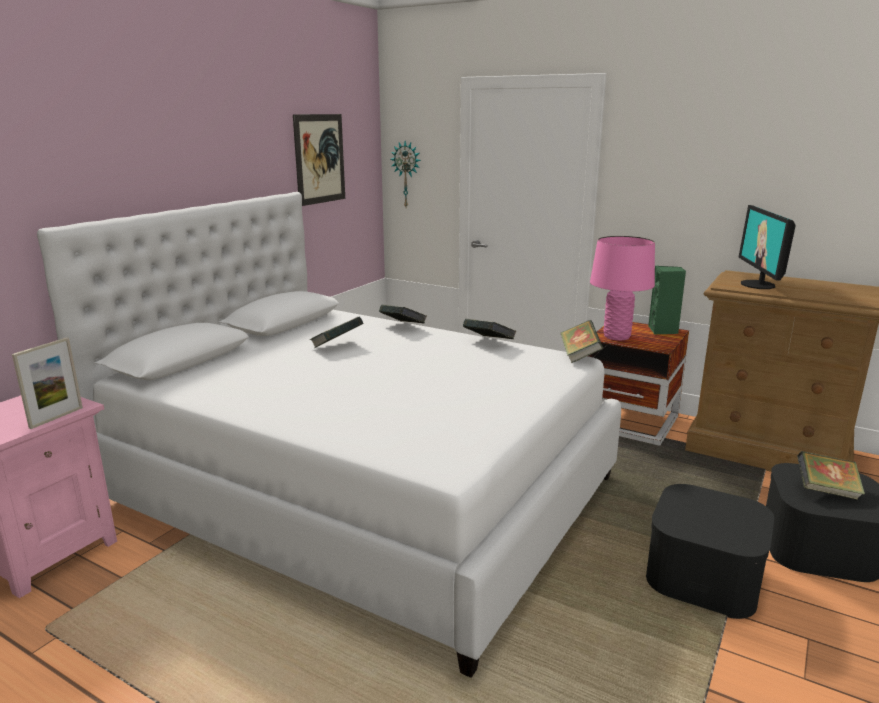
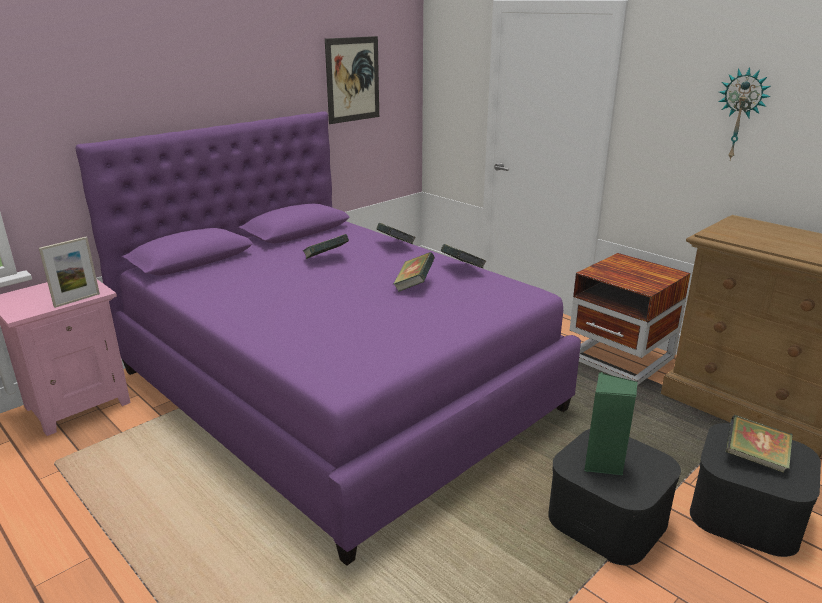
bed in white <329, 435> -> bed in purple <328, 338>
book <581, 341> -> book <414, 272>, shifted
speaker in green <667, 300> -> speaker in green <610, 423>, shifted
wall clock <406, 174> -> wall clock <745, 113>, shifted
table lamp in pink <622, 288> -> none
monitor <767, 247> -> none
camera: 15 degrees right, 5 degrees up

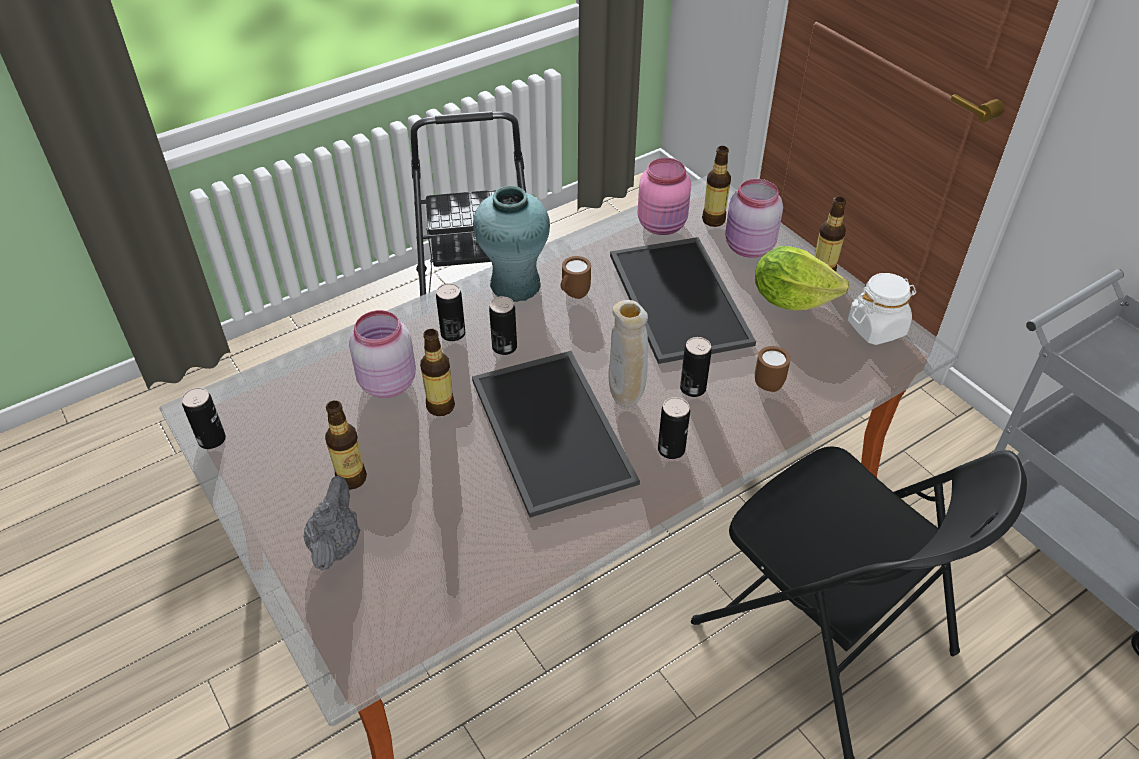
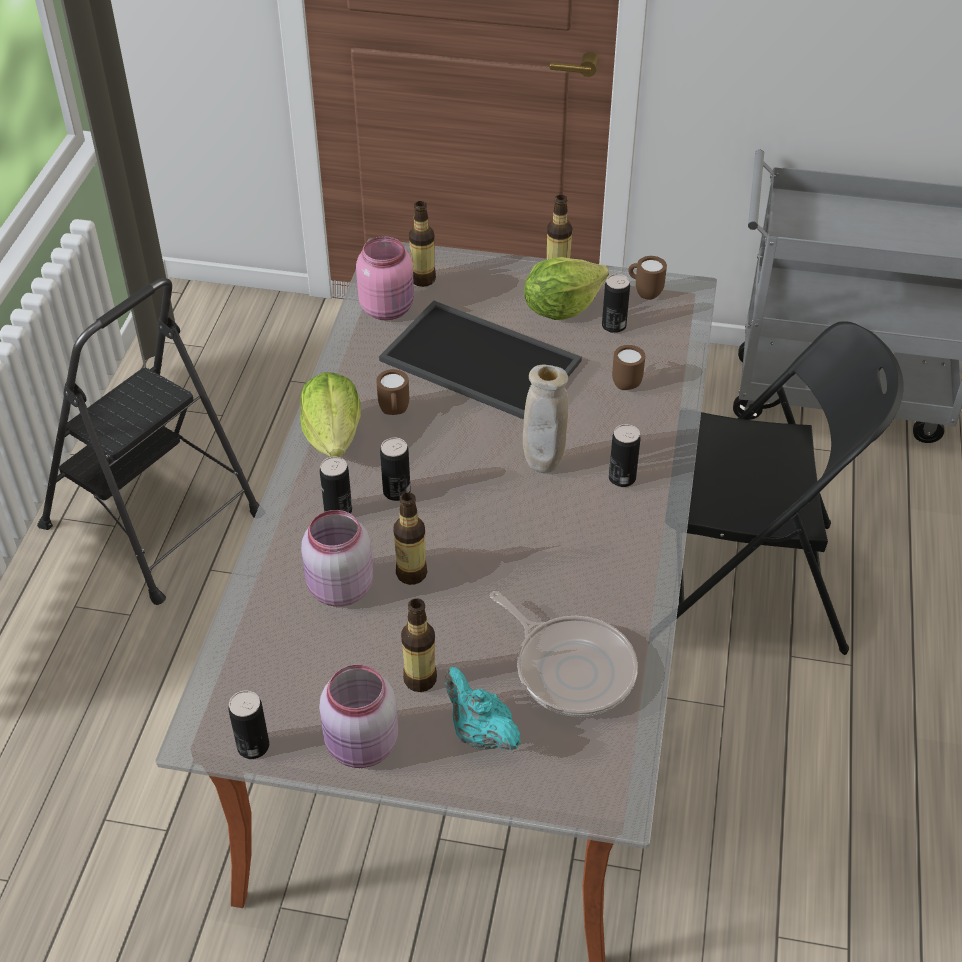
vase in turquoise <511, 244> -> lettuce <330, 415>
jar in pink <754, 218> -> jar in pink <358, 716>, shifted
teapot in grey <331, 523> -> teapot in turquoise <483, 708>
none -> frying pan <564, 654>
can <696, 367> -> can <616, 303>, shifted
jar in white <882, 309> -> mug in brown <647, 278>
tray <556, 434> -> none
camera: 45 degrees left, 0 degrees up

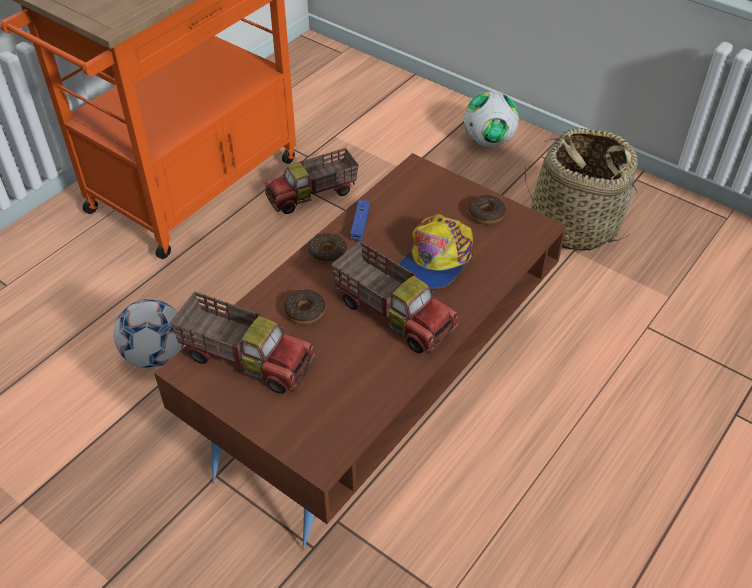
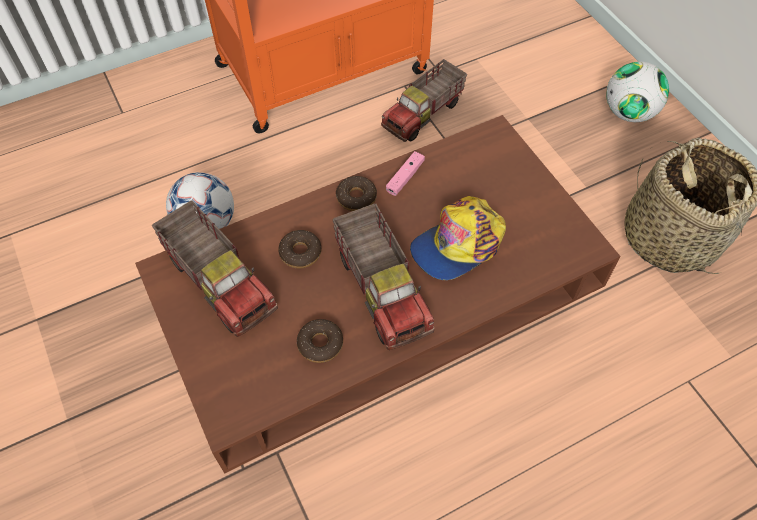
donut <487, 209> -> donut <320, 341>, shifted
toy truck <312, 181> -> toy truck <424, 100>, 45 degrees counterclockwise
game controller in blue <360, 220> -> game controller in pink <405, 173>
camera: 25 degrees right, 10 degrees up

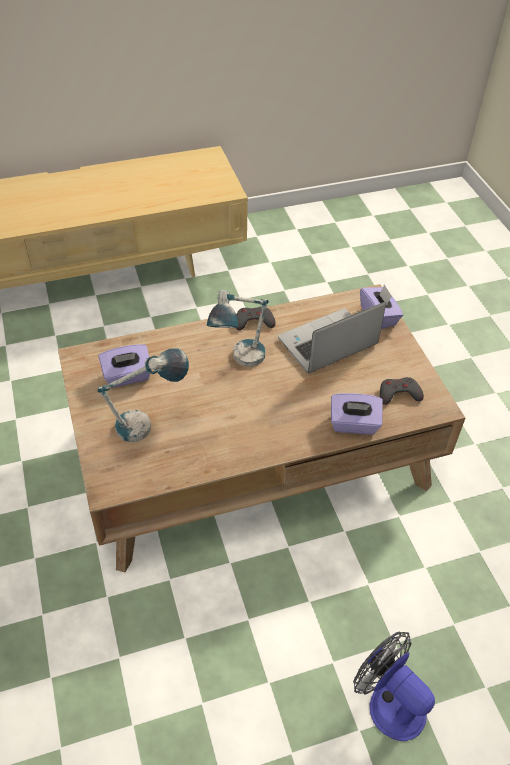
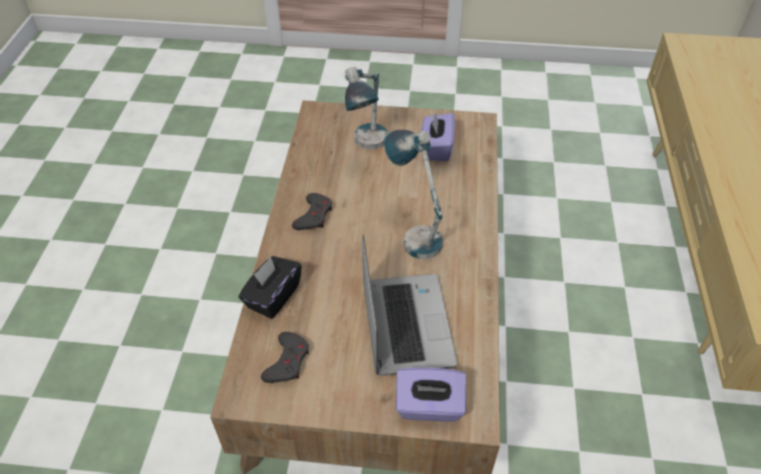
tissue box in purple <357, 414> -> tissue box in black <270, 287>
game controller in grey <256, 318> -> game controller in grey <312, 211>, shifted
fan <394, 686> -> none
camera: 115 degrees right, 0 degrees up

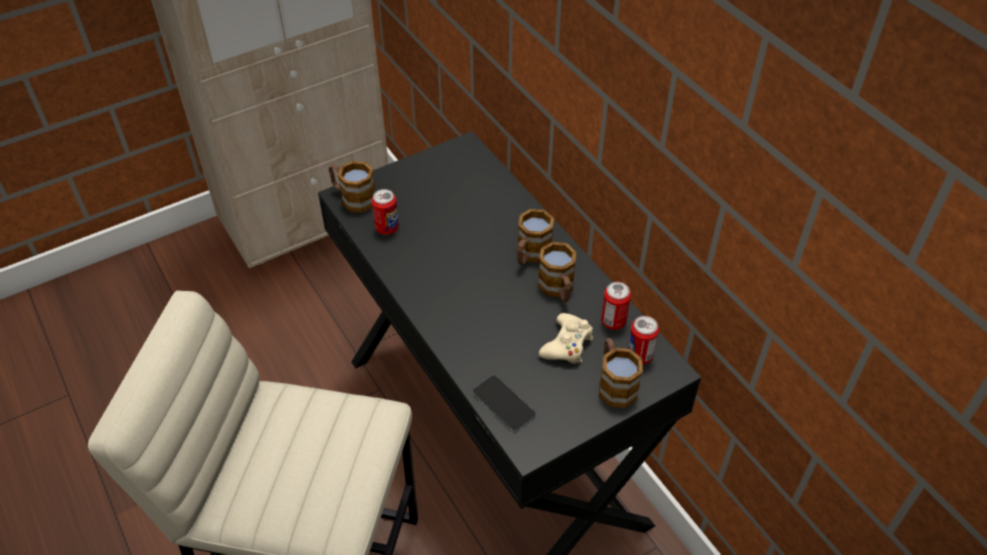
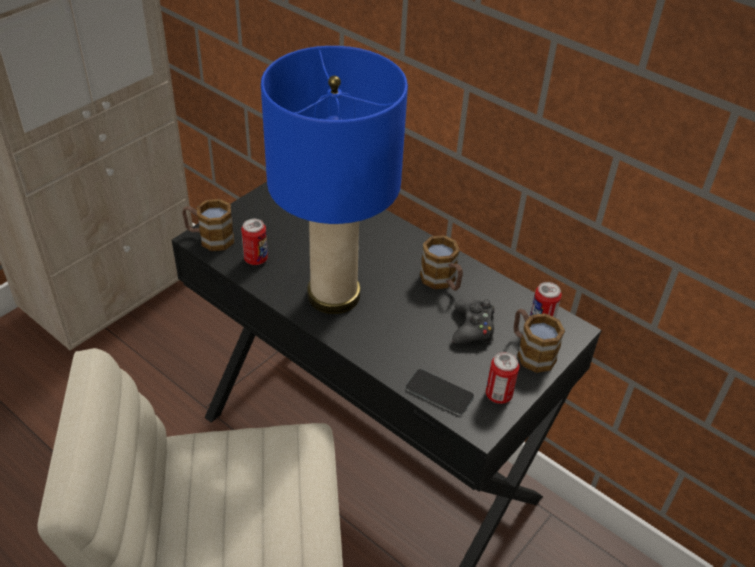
none -> table lamp in blue <334, 180>
game controller in beige <566, 338> -> game controller in black <473, 321>
can <616, 306> -> can <502, 378>, shifted
mug <535, 237> -> none
camera: 20 degrees left, 5 degrees down

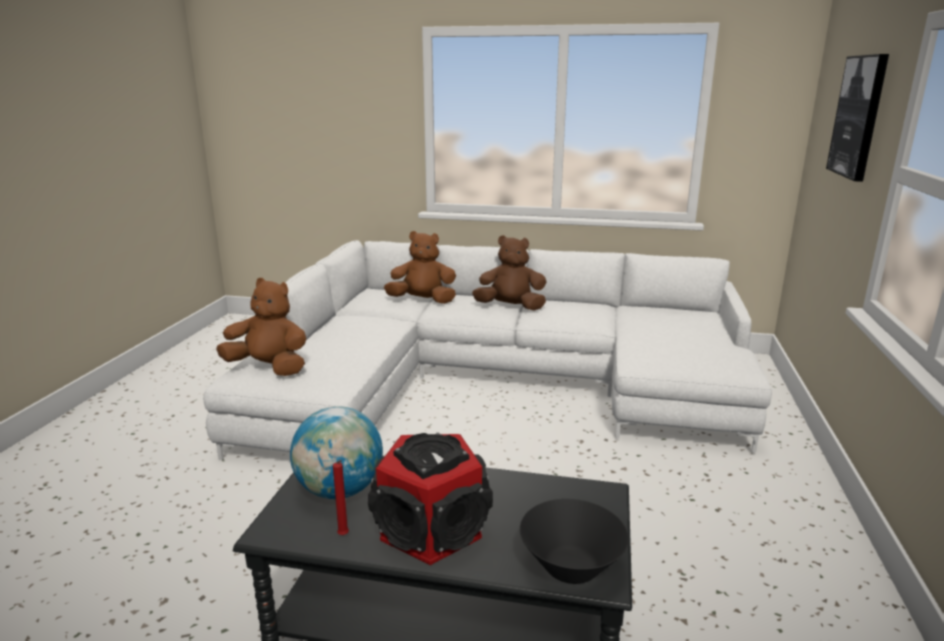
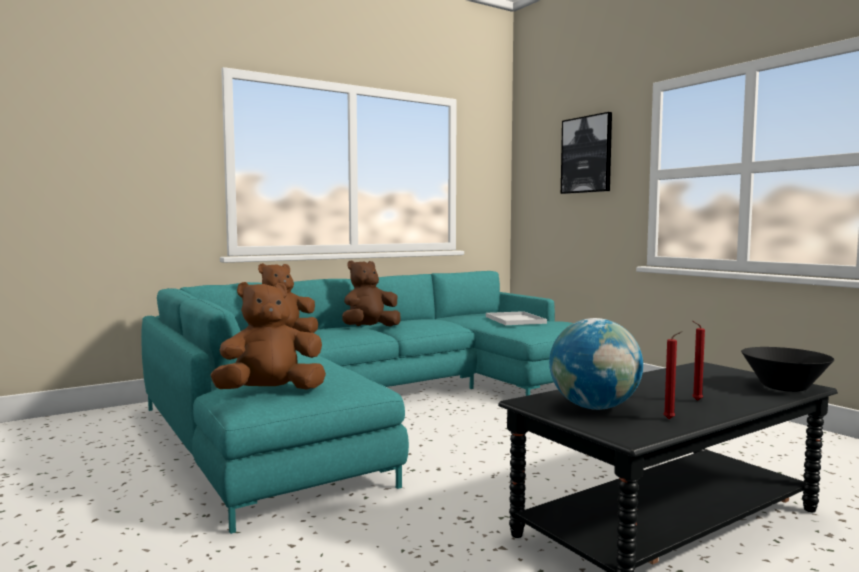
sofa in white <487, 350> -> sofa in turquoise <357, 402>
none -> tray in white <516, 318>
speaker <430, 499> -> candle in red <698, 361>
camera: 45 degrees left, 15 degrees down

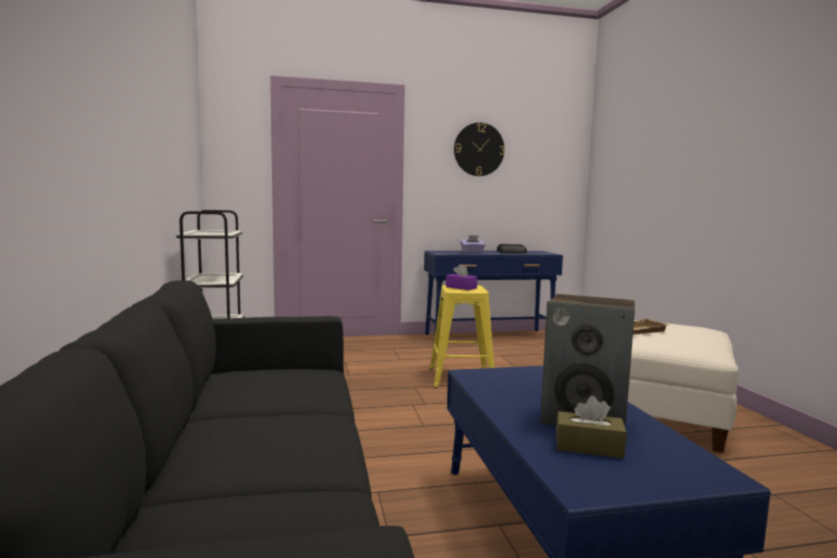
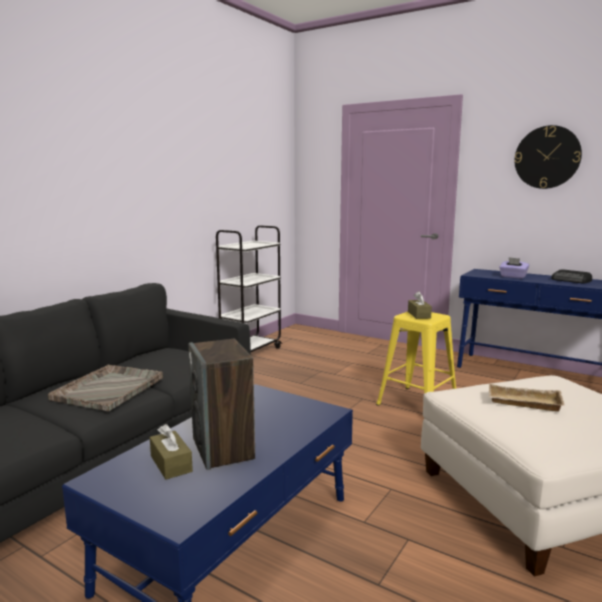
none -> tray in grey <105, 388>
tissue box in purple <461, 277> -> tissue box in brown <420, 305>
camera: 45 degrees right, 5 degrees up

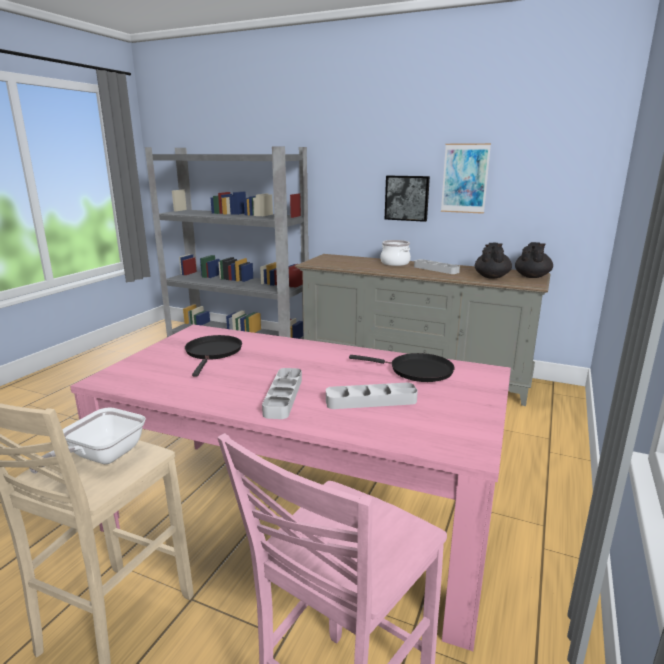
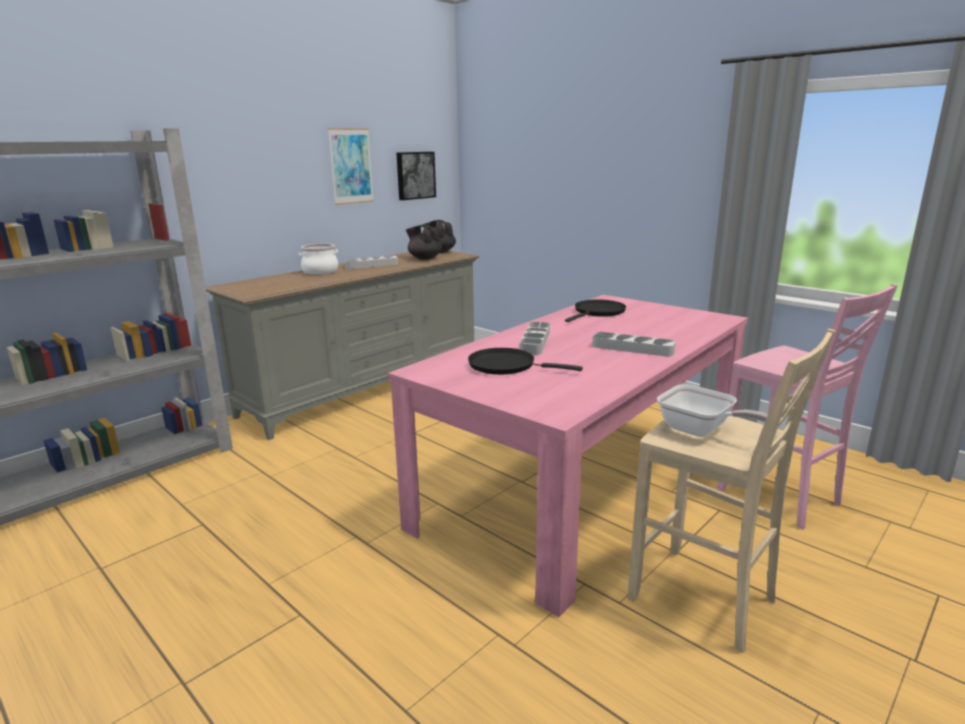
picture <407, 199> -> picture <416, 176>, shifted
tray in grey <372, 396> -> tray in grey <535, 338>, shifted
camera: 70 degrees left, 0 degrees up

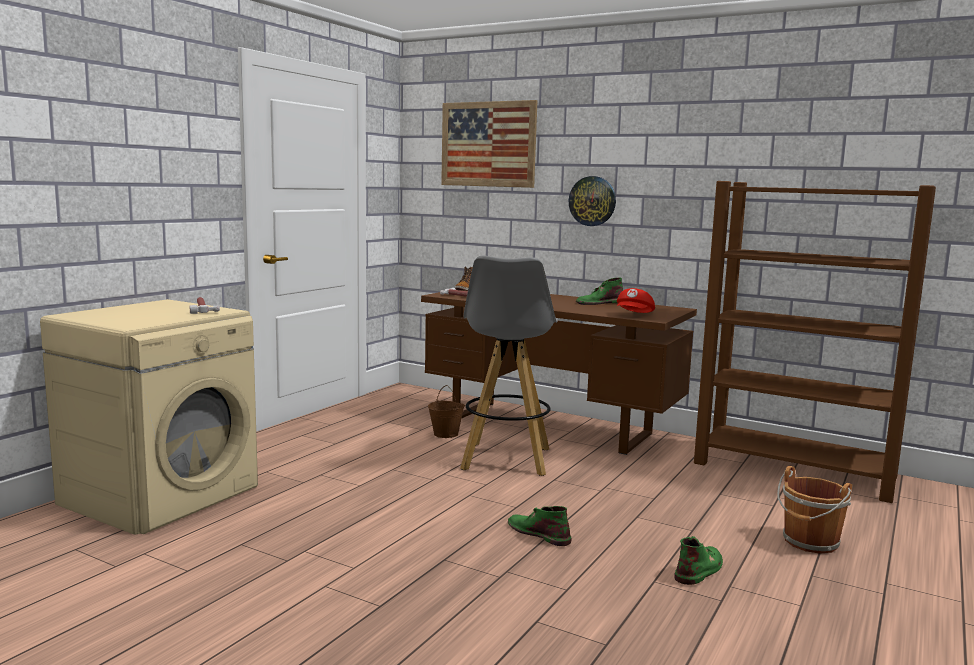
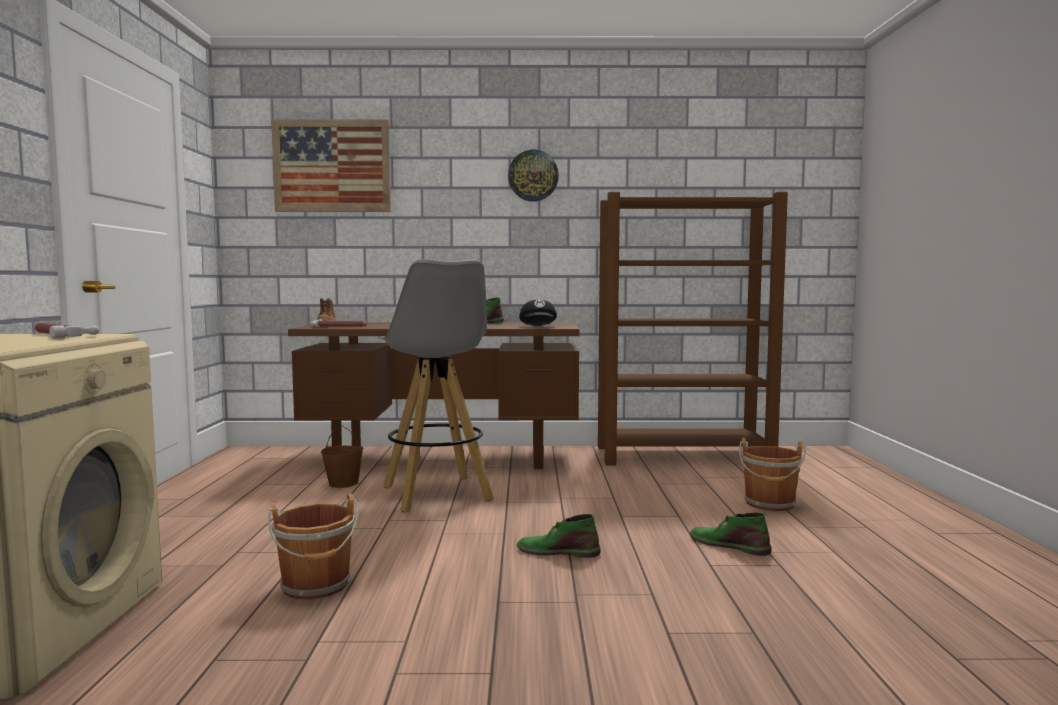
none -> bucket in brown <313, 547>
wall clock <592, 201> -> wall clock <533, 175>, shifted
cap in red <636, 300> -> cap in black <538, 312>
boot in green <698, 560> -> boot in green <730, 534>, 60 degrees counterclockwise
camera: 30 degrees left, 5 degrees down

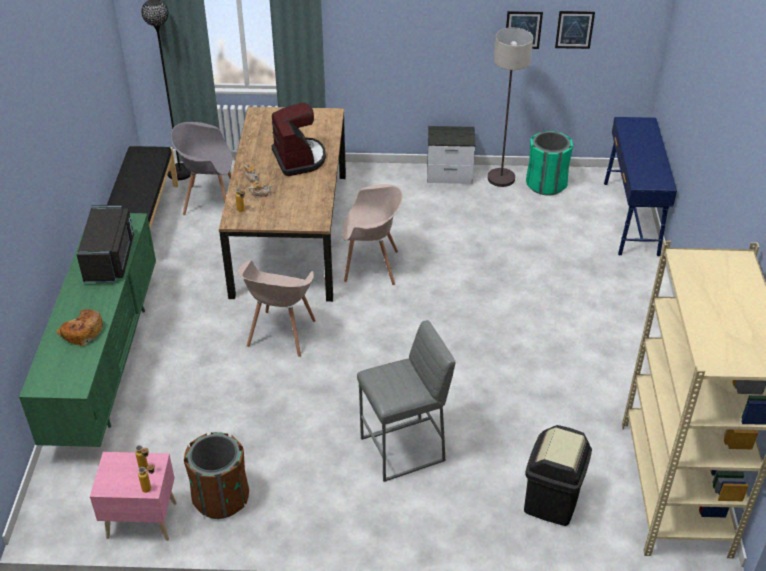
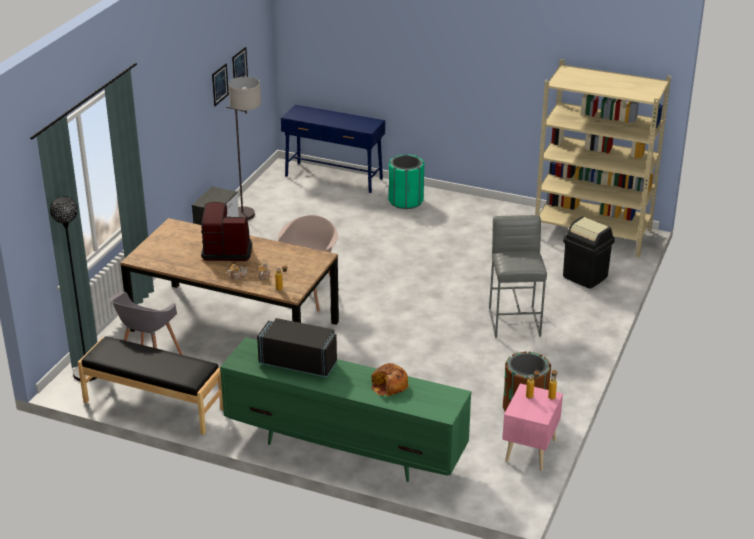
trash can in green <549, 163> -> trash can in green <406, 182>, shifted
chair in beige <277, 308> -> none
camera: 70 degrees left, 10 degrees down

